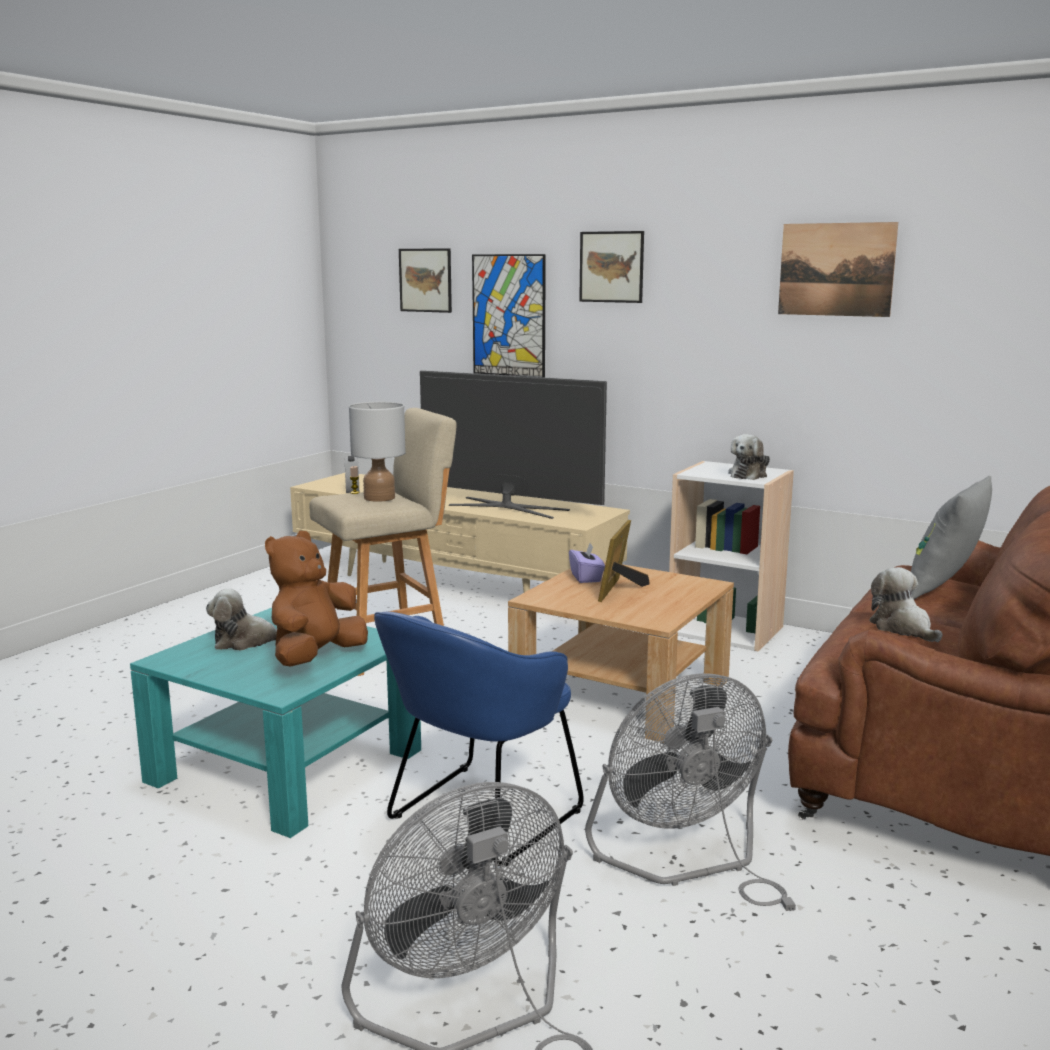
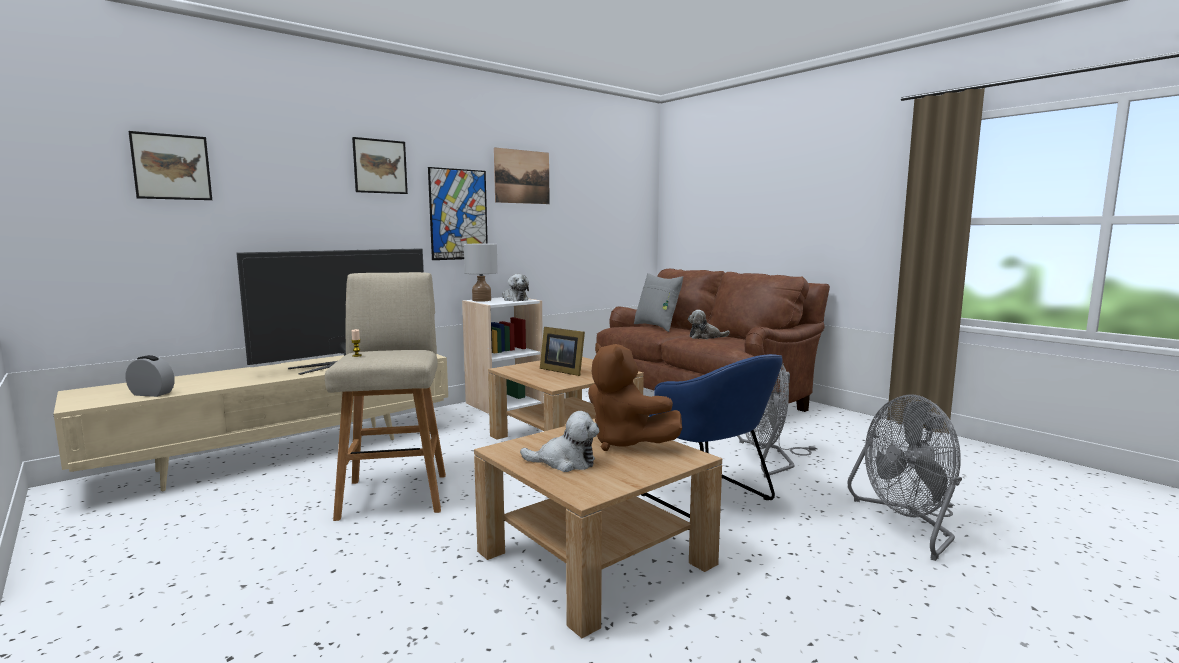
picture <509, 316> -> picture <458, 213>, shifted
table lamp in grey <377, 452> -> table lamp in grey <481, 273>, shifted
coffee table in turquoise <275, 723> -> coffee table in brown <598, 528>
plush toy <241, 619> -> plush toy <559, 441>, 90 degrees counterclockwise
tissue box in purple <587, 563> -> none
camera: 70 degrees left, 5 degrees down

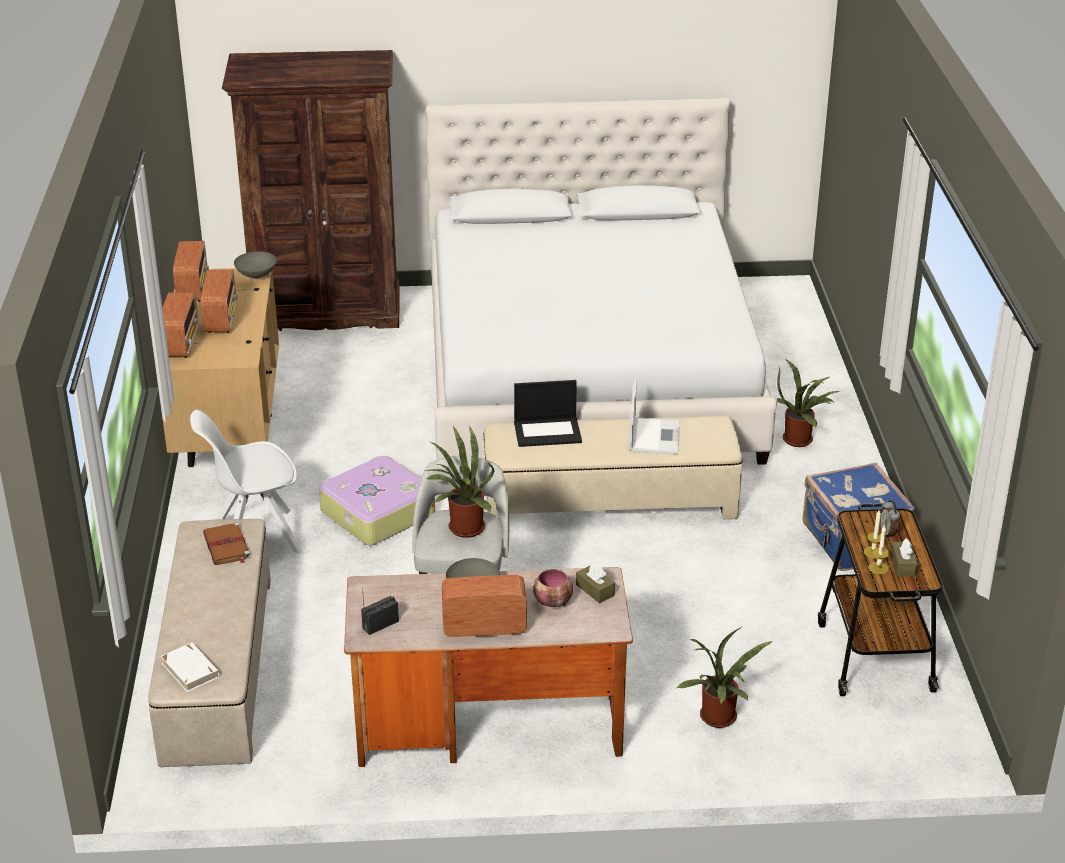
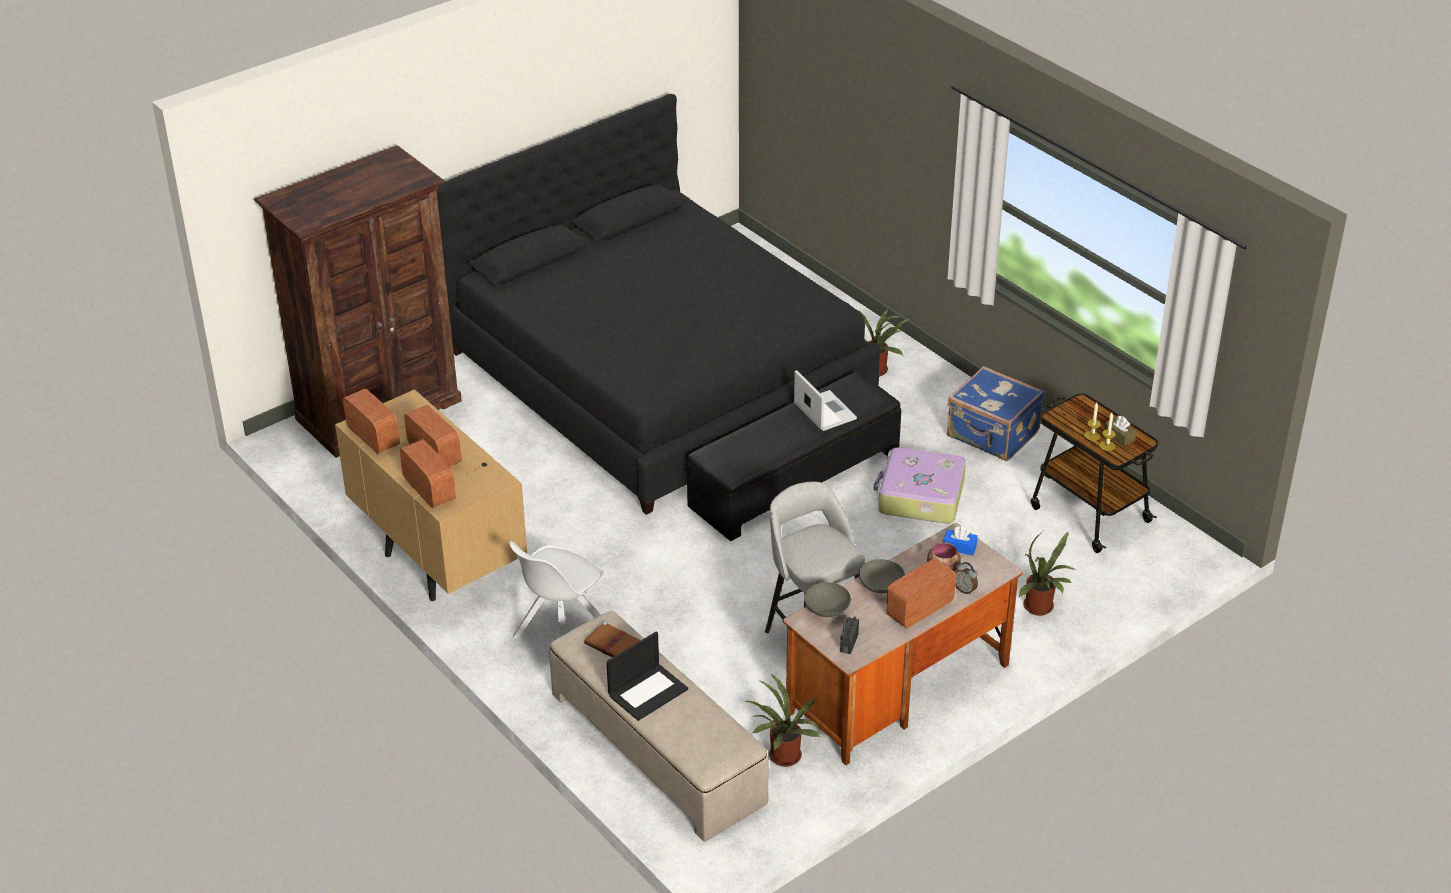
bed in white <601, 281> -> bed in black <658, 304>
laptop <548, 413> -> laptop <647, 676>, shifted
bench in beige <613, 467> -> bench in black <794, 457>
potted plant <459, 482> -> potted plant <782, 720>, shifted
bowl in grey <255, 265> -> bowl in grey <827, 599>, shifted
suitcase <377, 500> -> suitcase <920, 485>, shifted
tissue box in brown <595, 583> -> tissue box in blue <960, 540>
alarm clock <889, 519> -> alarm clock <966, 578>, shifted
book in white <190, 667> -> none
camera: 35 degrees left, 5 degrees up

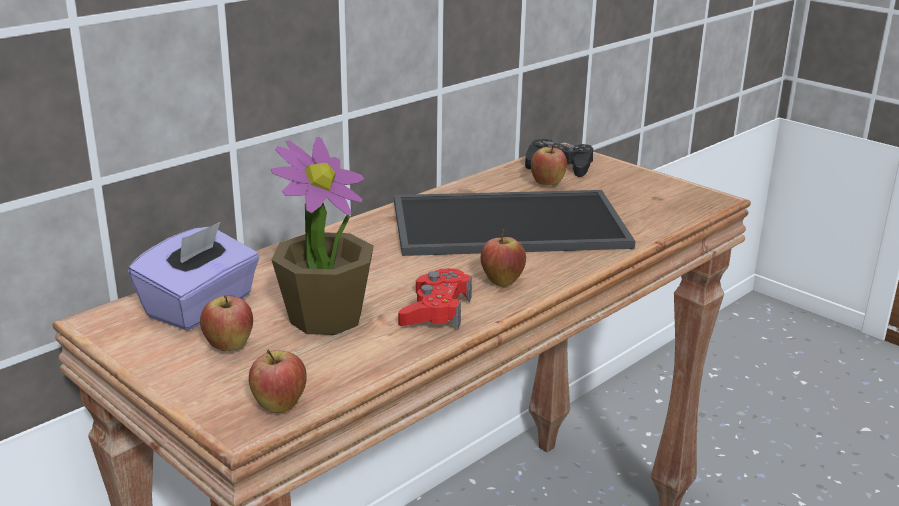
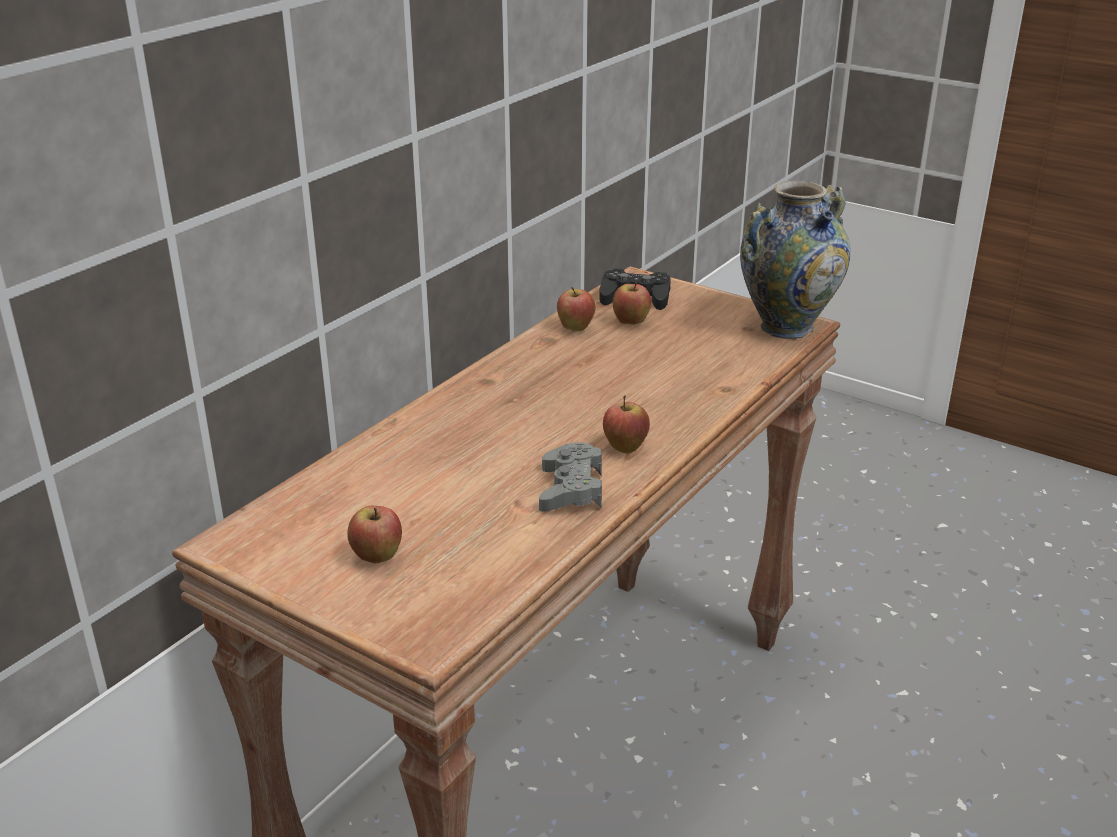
game controller in red <435, 298> -> game controller in grey <570, 477>
apple <278, 381> -> apple <576, 309>, shifted
none -> vase <795, 260>
tissue box in purple <194, 276> -> none
potted plant <322, 236> -> none
tray <514, 223> -> none
camera: 10 degrees left, 5 degrees up

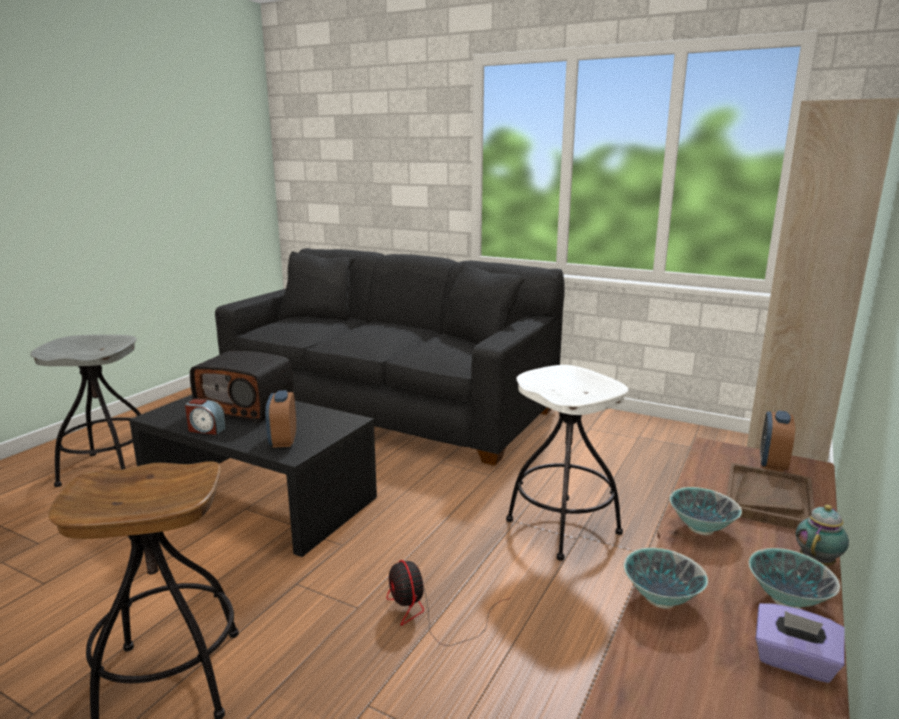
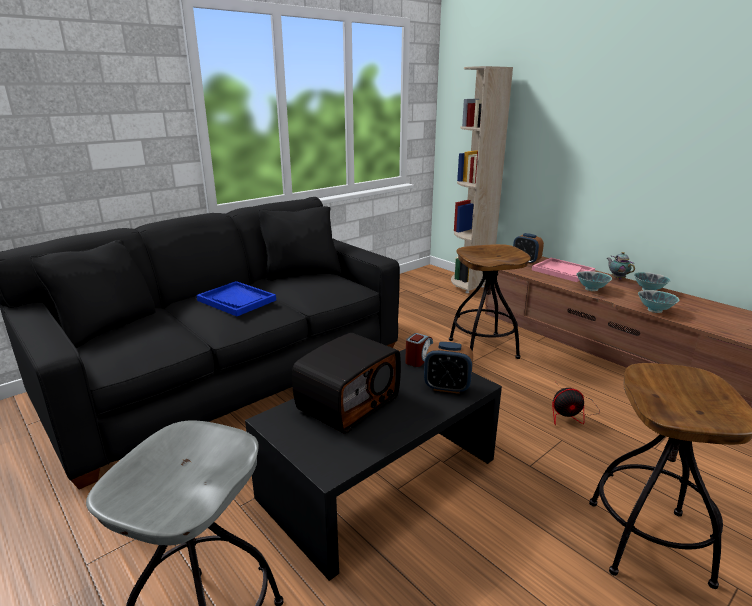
none -> tray in blue <236, 298>
alarm clock <205, 417> -> alarm clock <419, 350>, shifted
stool in white <567, 462> -> stool in brown <490, 301>
tray in brown <771, 496> -> tray in pink <563, 270>
tissue box in purple <800, 643> -> none
camera: 70 degrees left, 5 degrees up

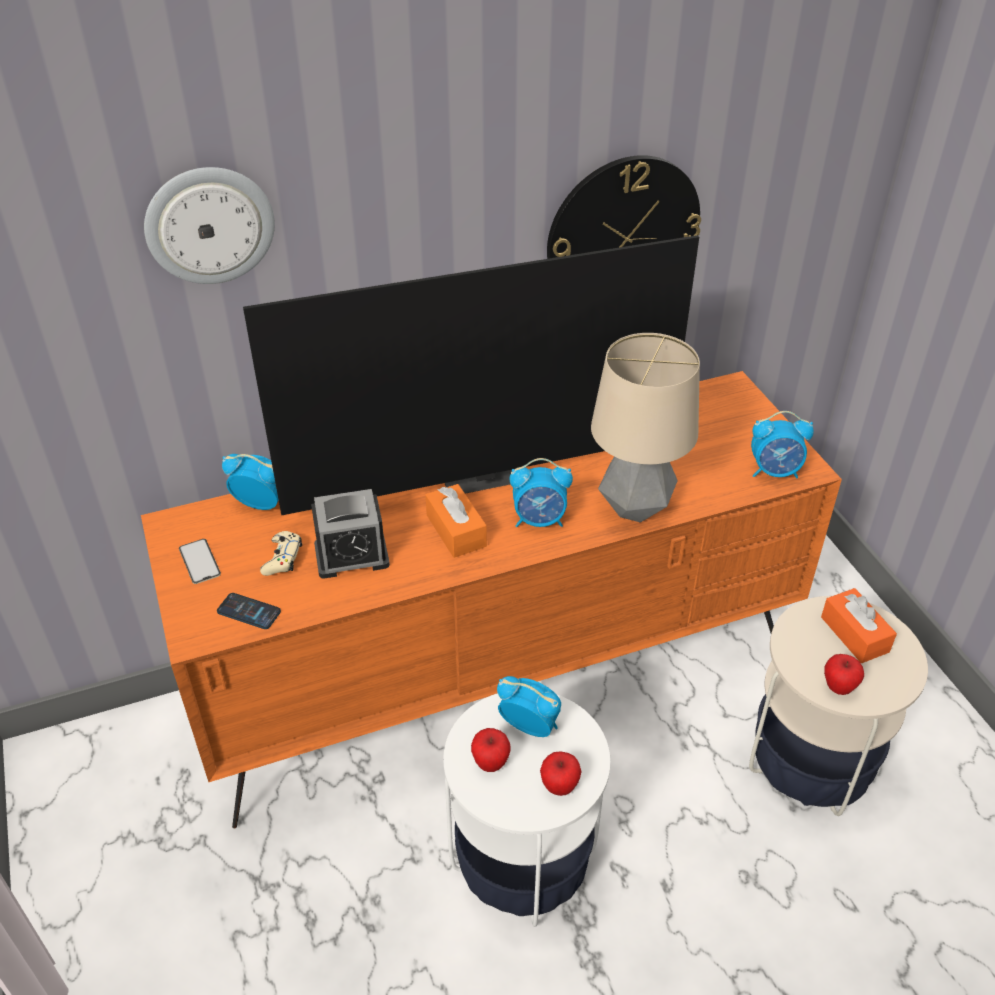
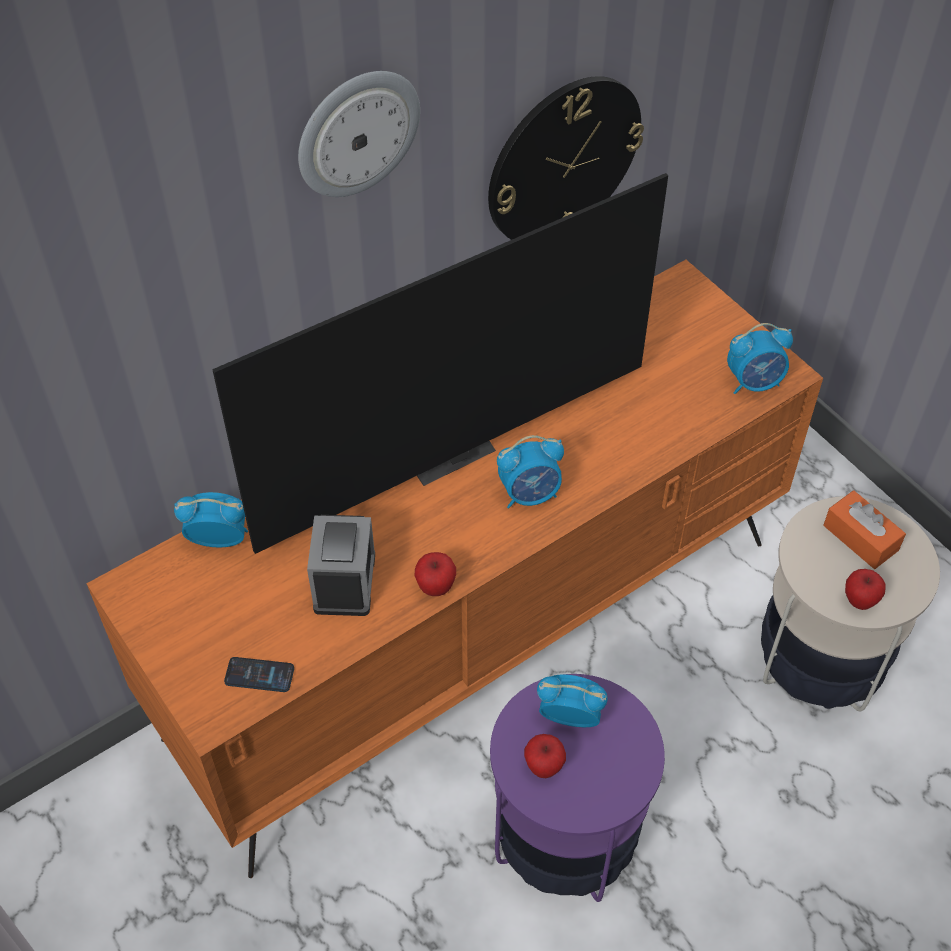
wall clock <209, 225> -> wall clock <359, 134>, shifted
alarm clock <350, 534> -> alarm clock <341, 565>, 60 degrees counterclockwise
apple <561, 773> -> apple <435, 574>, shifted
side table in white <527, 810> -> side table in purple <577, 788>
phone <200, 561> -> none
game controller in beige <281, 553> -> none
tissue box in orange <456, 521> -> none
table lamp <645, 427> -> none
camera: 15 degrees left, 10 degrees up

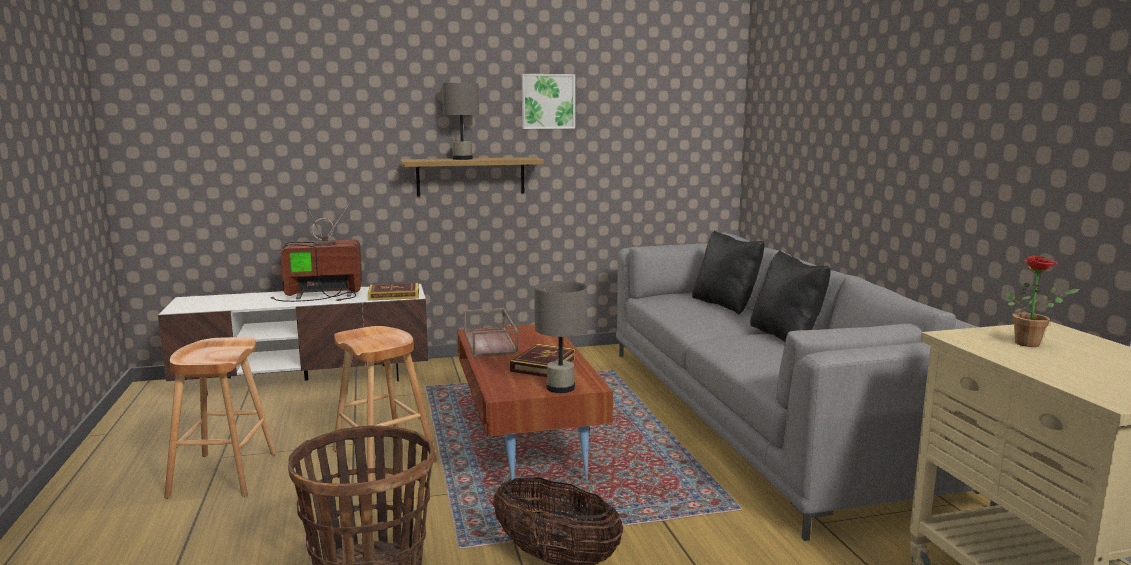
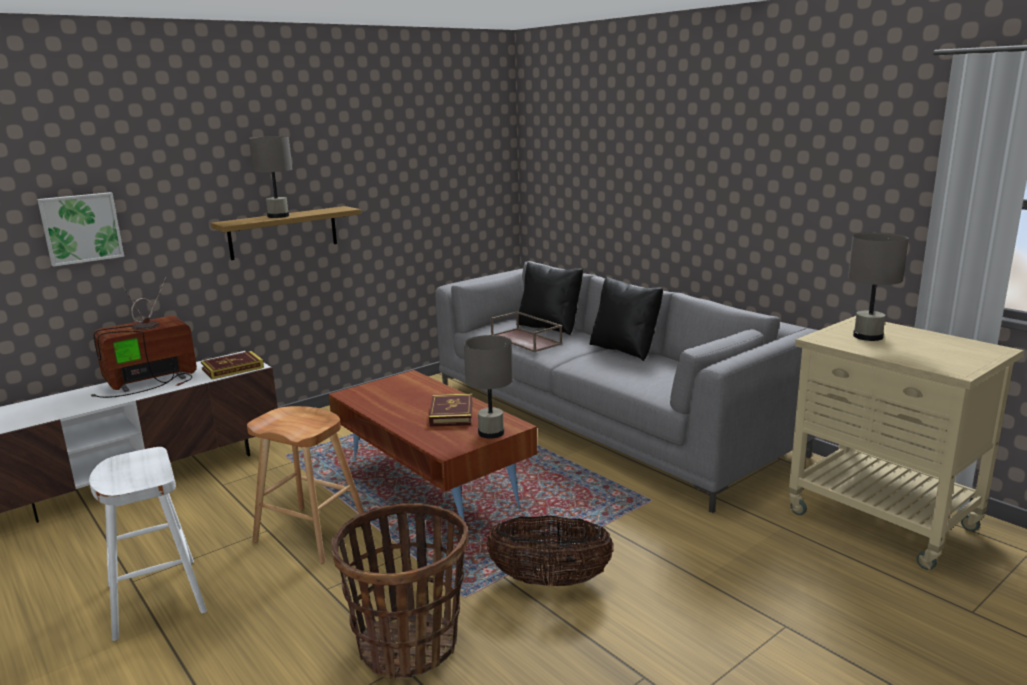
picture <548, 101> -> picture <80, 229>, shifted
stool in brown <220, 418> -> stool in white <148, 544>
tray in brown <491, 332> -> tray in brown <526, 331>, shifted
potted plant <1043, 301> -> table lamp in grey <878, 286>
camera: 25 degrees left, 5 degrees up

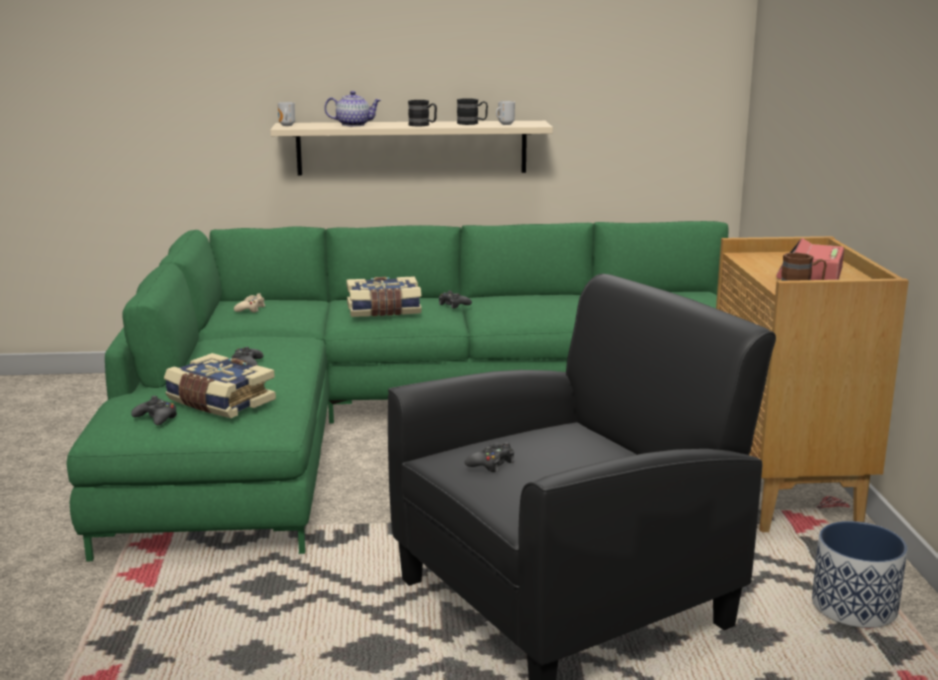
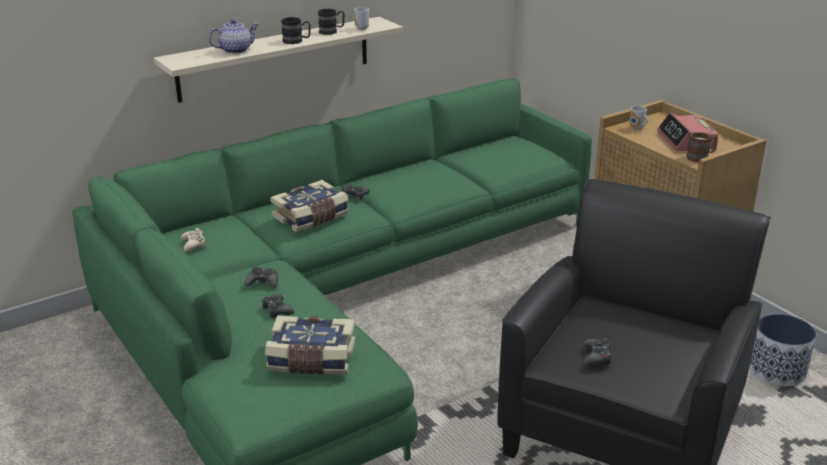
game controller in black <154, 410> -> game controller in black <261, 277>, shifted
mug <286, 114> -> mug <638, 118>, shifted
camera: 30 degrees left, 10 degrees up

